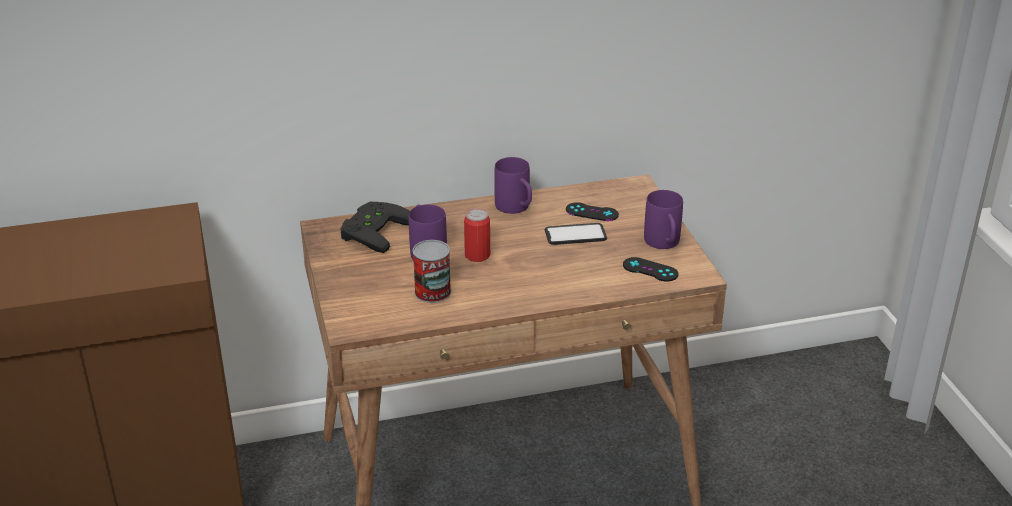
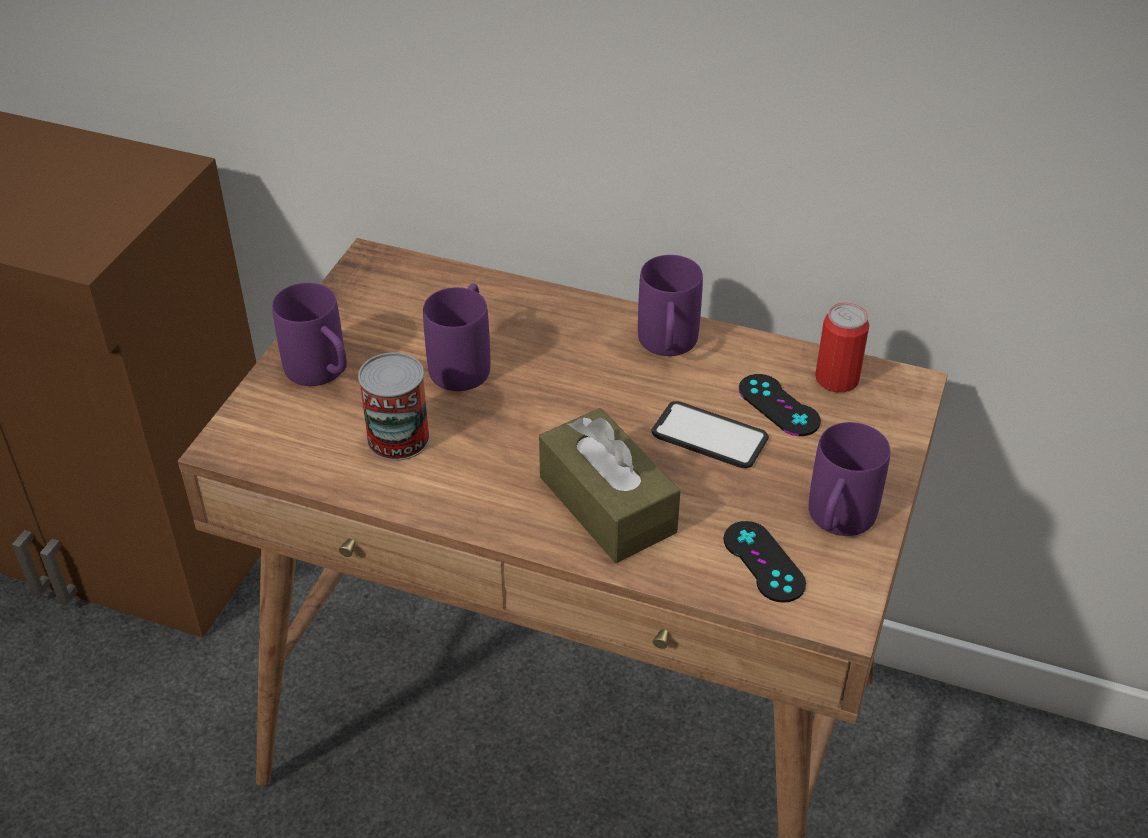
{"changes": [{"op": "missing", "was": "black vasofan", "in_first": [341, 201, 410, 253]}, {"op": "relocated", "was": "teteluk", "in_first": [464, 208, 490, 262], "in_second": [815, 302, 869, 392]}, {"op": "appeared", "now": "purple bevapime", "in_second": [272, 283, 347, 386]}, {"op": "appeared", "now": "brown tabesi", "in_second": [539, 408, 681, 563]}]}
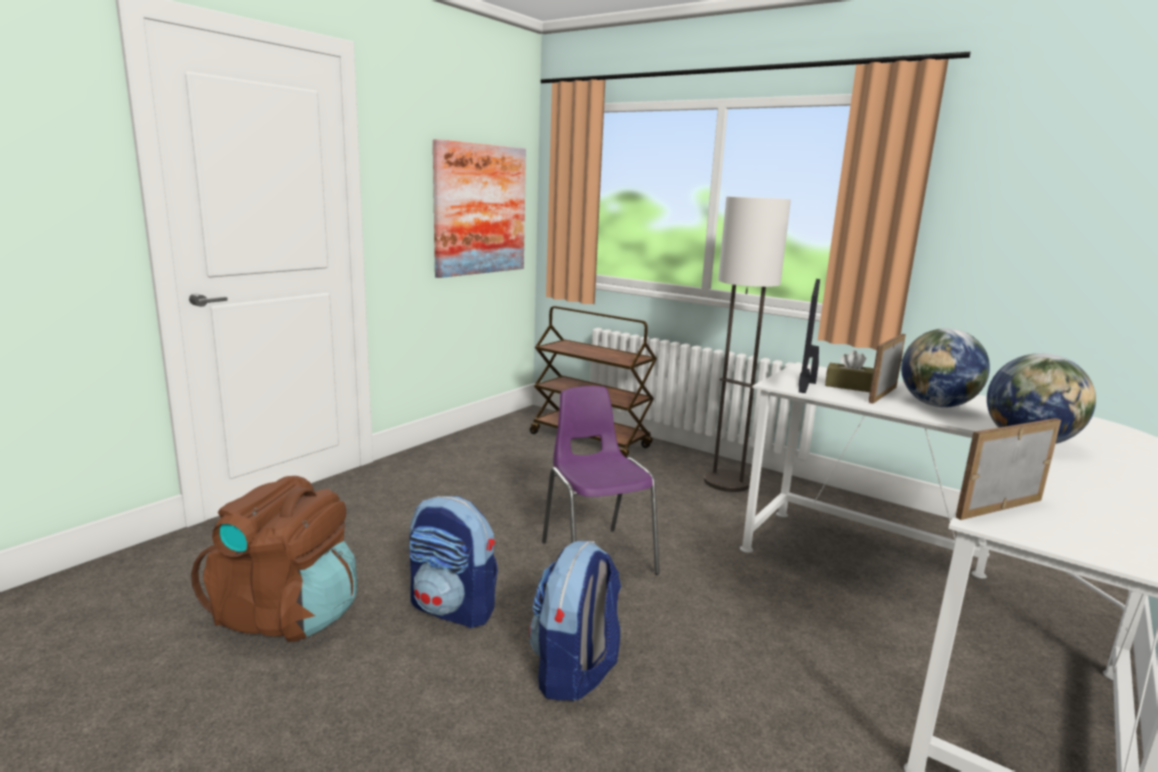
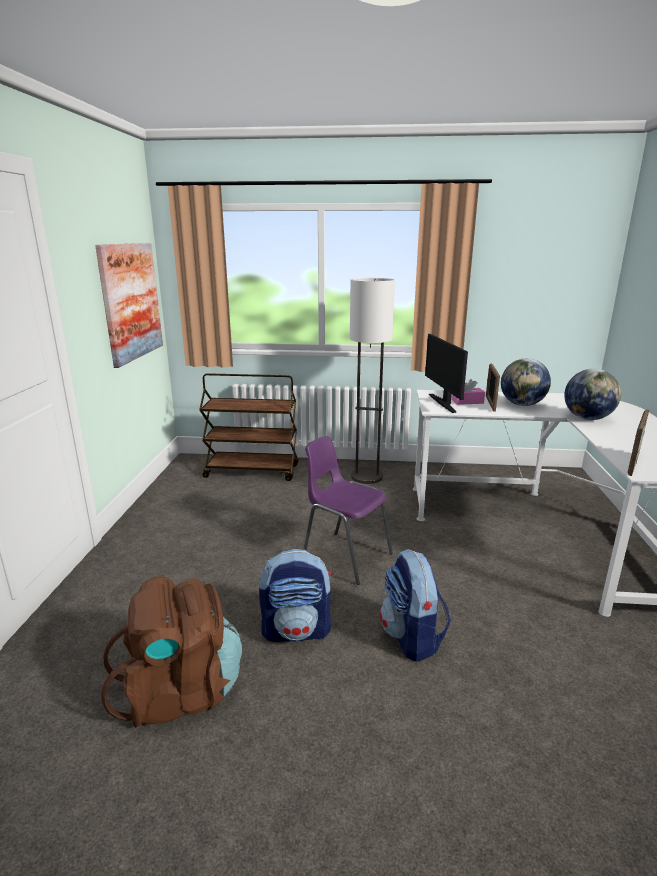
{"changes": [{"op": "colour", "was": "brown tabesi", "now": "pink tabesi", "in_first": [825, 350, 874, 392], "in_second": [452, 379, 485, 405]}]}
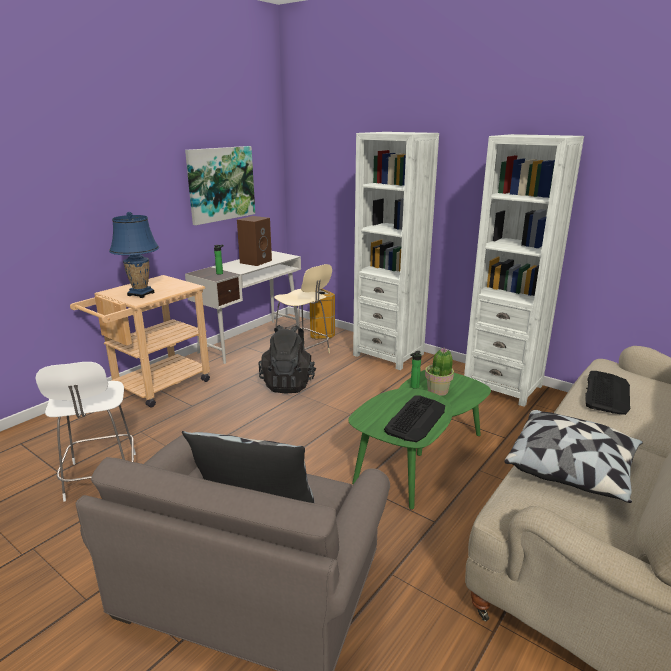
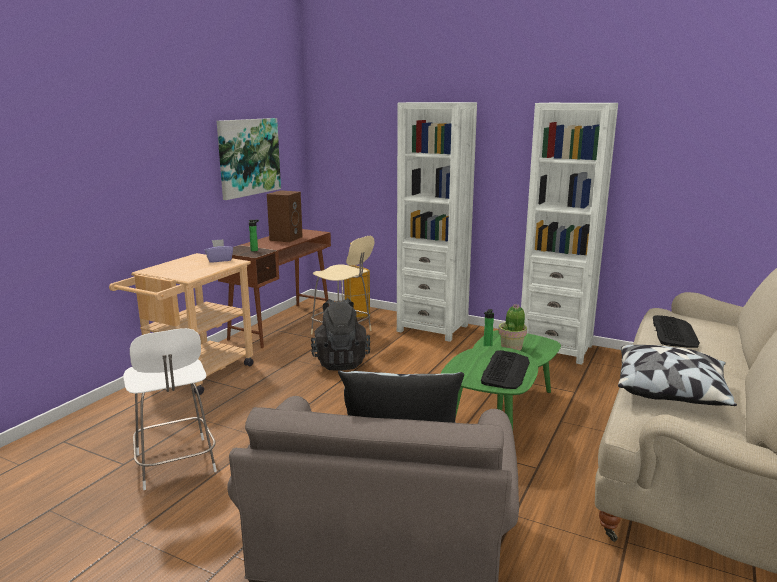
{"changes": [{"op": "missing", "was": "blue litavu", "in_first": [109, 212, 159, 298]}, {"op": "colour", "was": "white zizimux", "now": "brown zizimux", "in_first": [185, 251, 301, 364], "in_second": [218, 229, 331, 348]}, {"op": "appeared", "now": "purple tabesi", "in_second": [205, 239, 233, 263]}]}
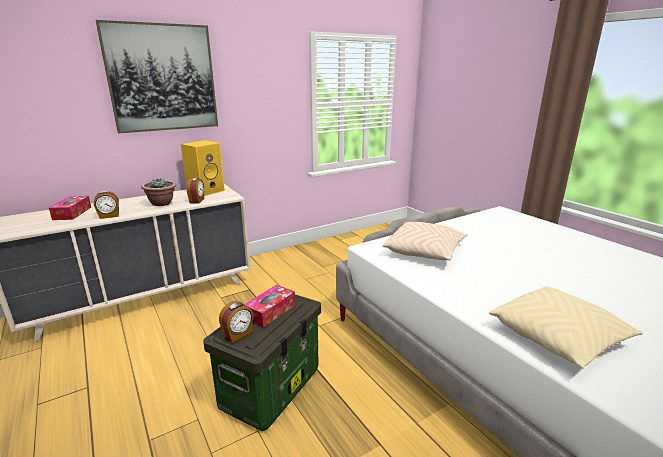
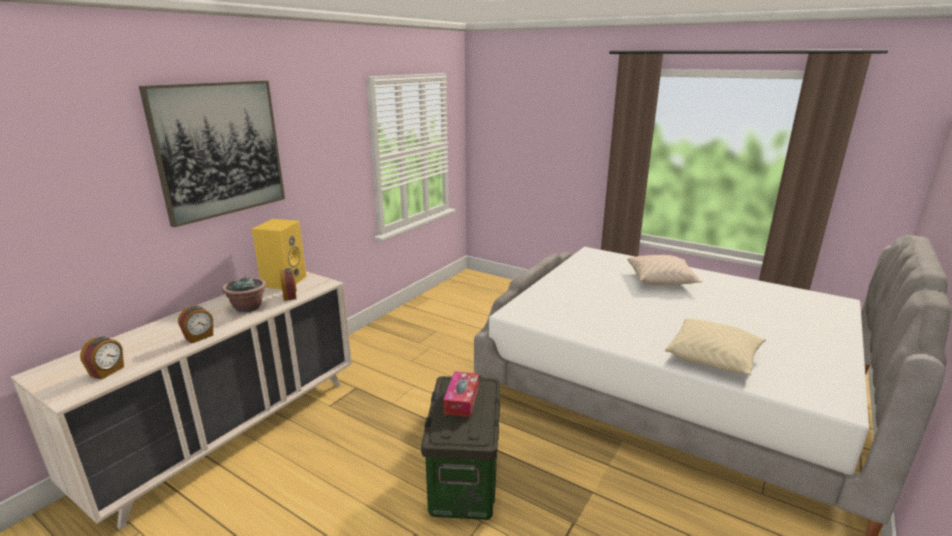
{"changes": [{"op": "missing", "was": "tabesi", "in_first": [49, 196, 91, 220]}, {"op": "relocated", "was": "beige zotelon", "in_first": [383, 222, 468, 261], "in_second": [627, 255, 702, 286]}, {"op": "relocated", "was": "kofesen", "in_first": [219, 301, 253, 343], "in_second": [80, 336, 124, 380]}]}
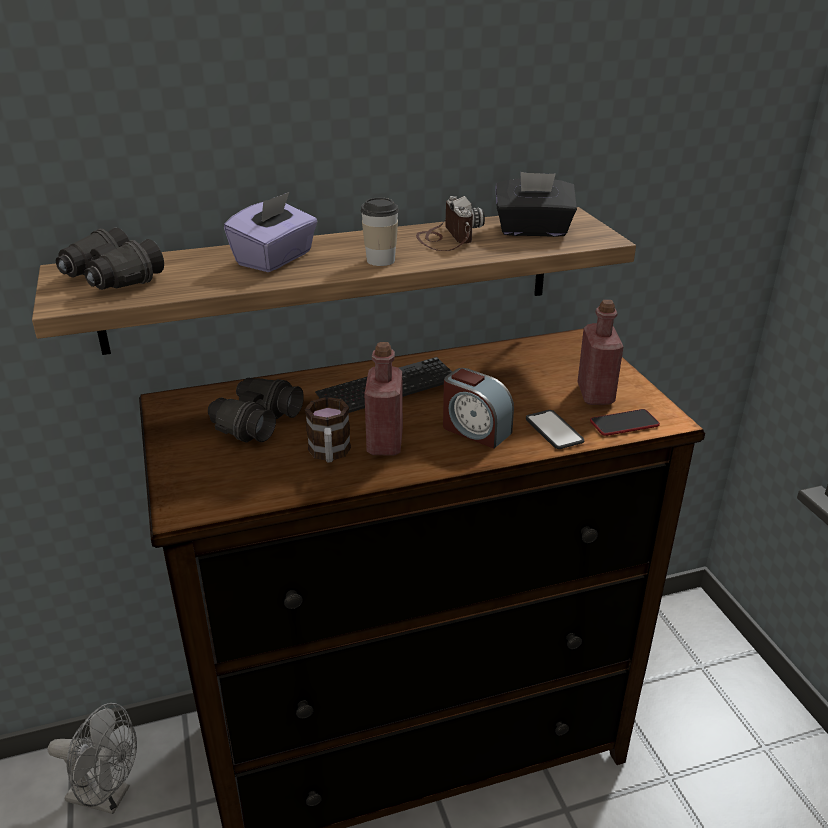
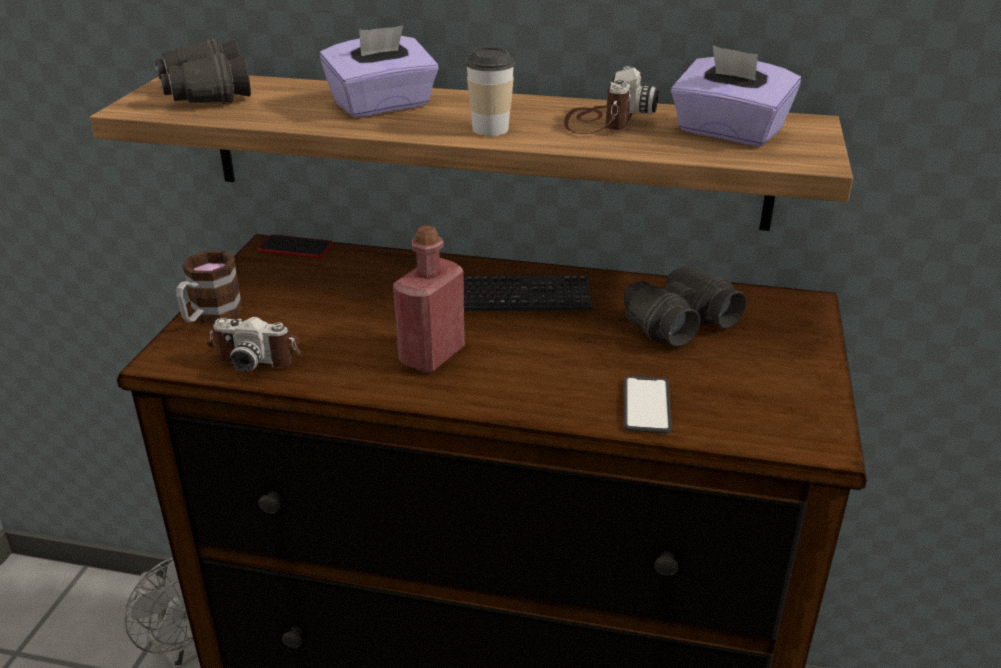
{"changes": [{"op": "colour", "was": "black tabesi", "now": "purple tabesi", "in_first": [495, 172, 577, 237], "in_second": [671, 45, 801, 146]}, {"op": "missing", "was": "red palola", "in_first": [577, 300, 624, 405]}, {"op": "missing", "was": "kofesen", "in_first": [443, 368, 514, 449]}, {"op": "relocated", "was": "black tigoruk", "in_first": [208, 378, 304, 443], "in_second": [624, 266, 746, 347]}, {"op": "relocated", "was": "bevapime", "in_first": [305, 397, 351, 463], "in_second": [176, 251, 243, 323]}, {"op": "relocated", "was": "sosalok", "in_first": [590, 409, 660, 436], "in_second": [258, 234, 333, 258]}, {"op": "appeared", "now": "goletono", "in_second": [207, 317, 303, 372]}]}
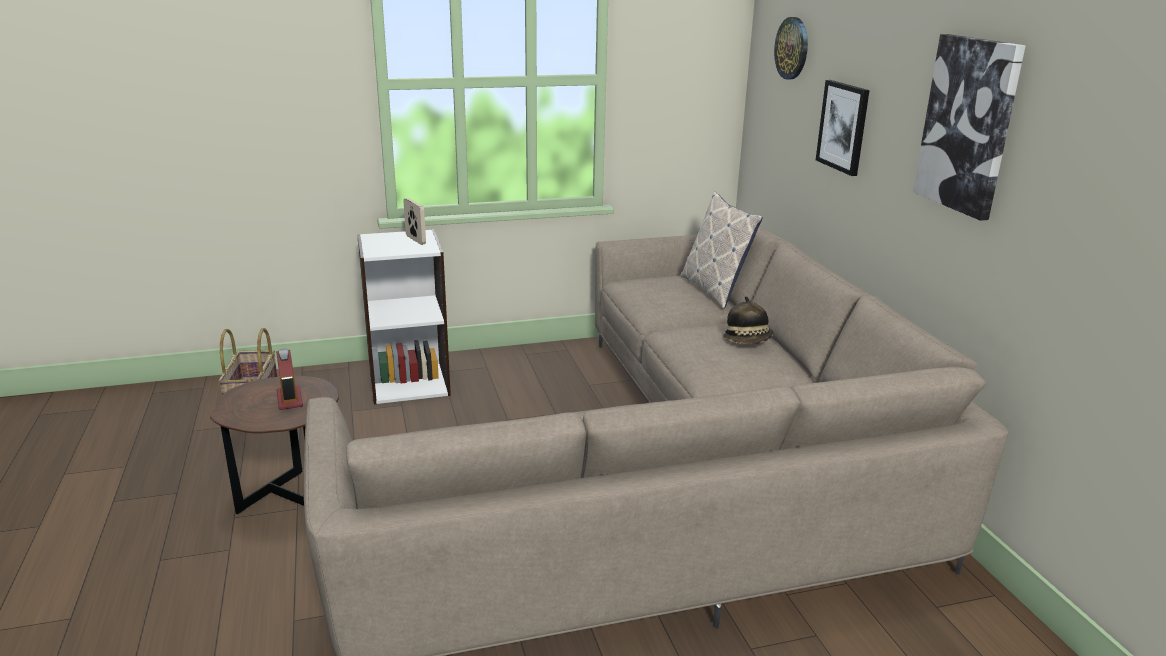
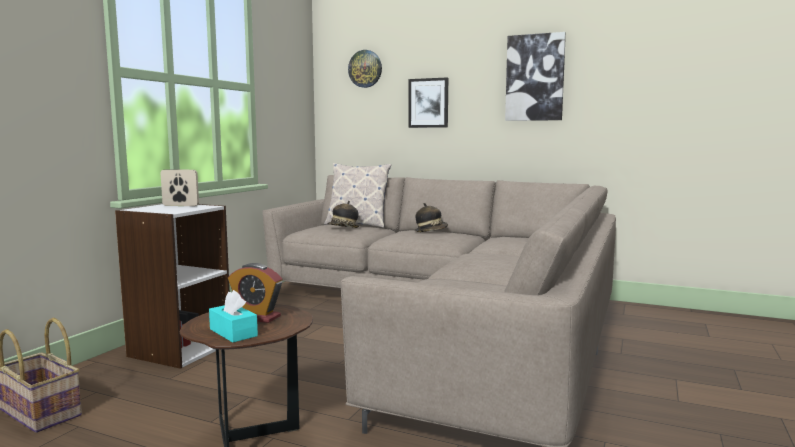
{"changes": [{"op": "appeared", "now": "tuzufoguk", "in_second": [327, 201, 359, 228]}, {"op": "appeared", "now": "turquoise tabesi", "in_second": [209, 290, 258, 342]}]}
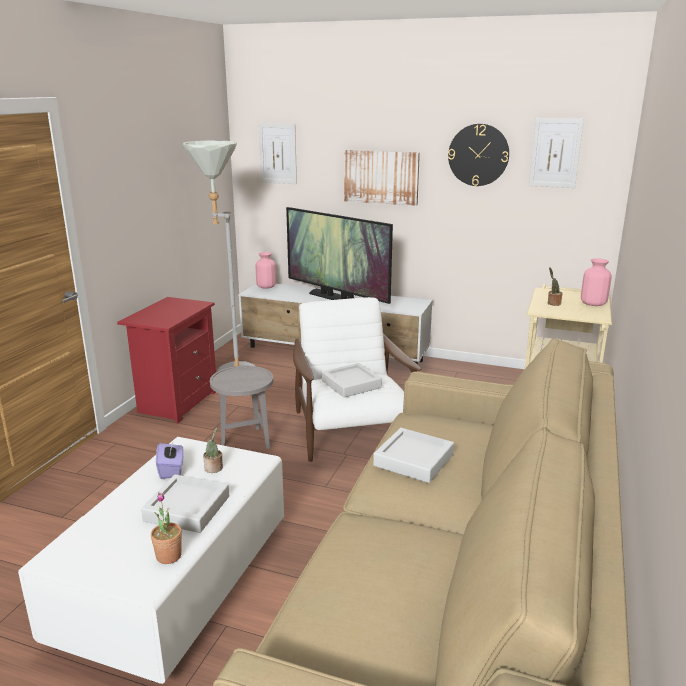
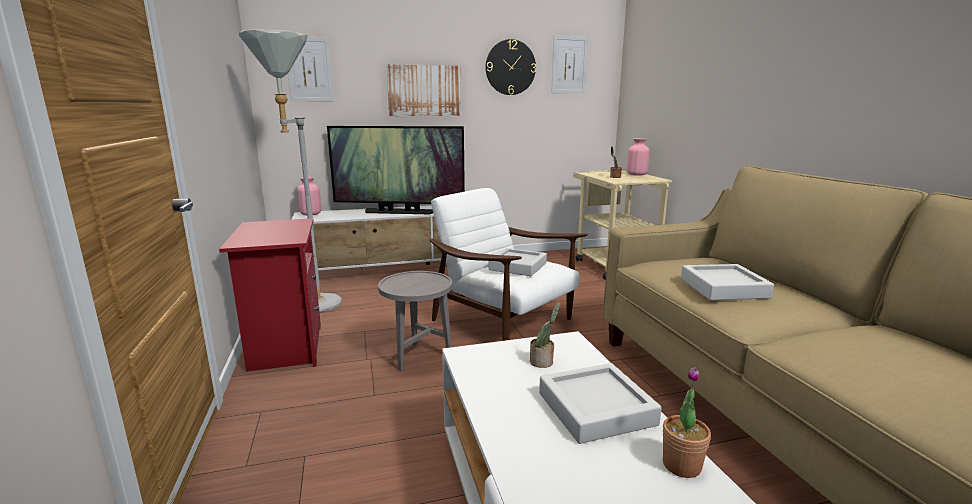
{"changes": [{"op": "missing", "was": "purple tabesi", "in_first": [156, 443, 184, 479]}]}
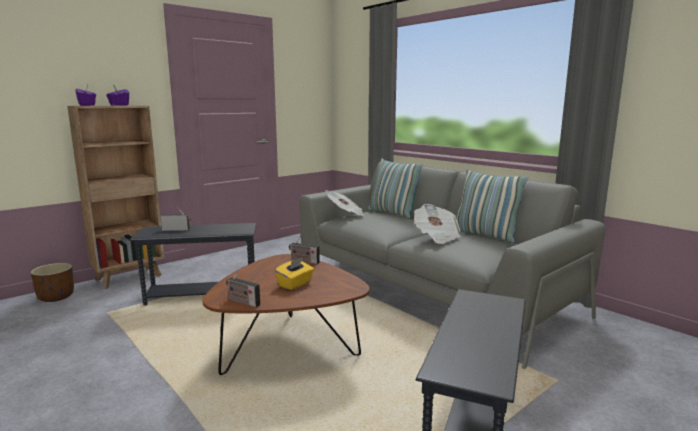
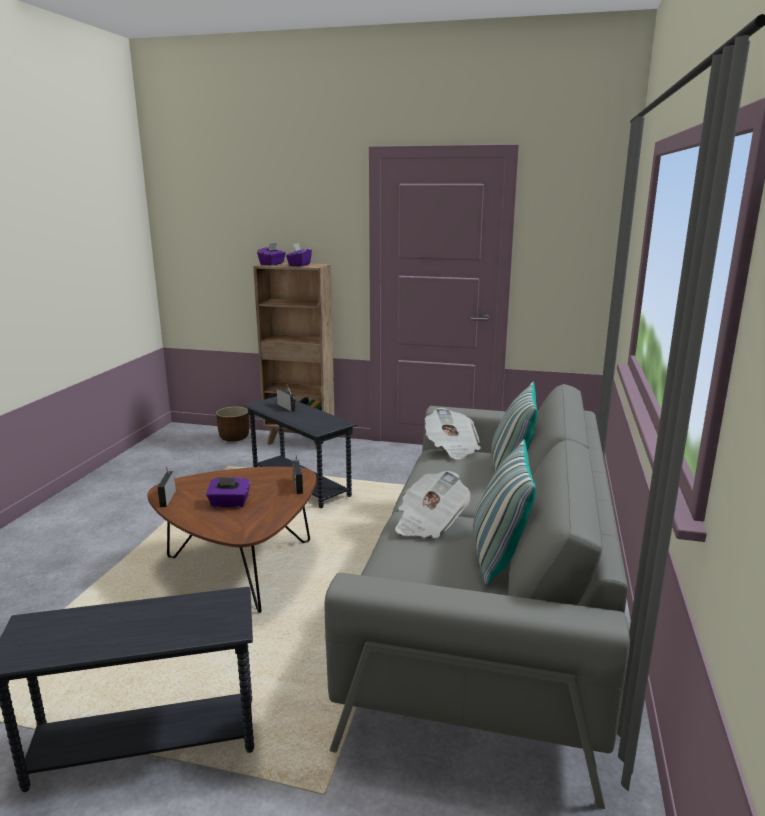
{"changes": [{"op": "colour", "was": "yellow tabesi", "now": "purple tabesi", "in_first": [275, 257, 314, 290], "in_second": [206, 477, 250, 507]}]}
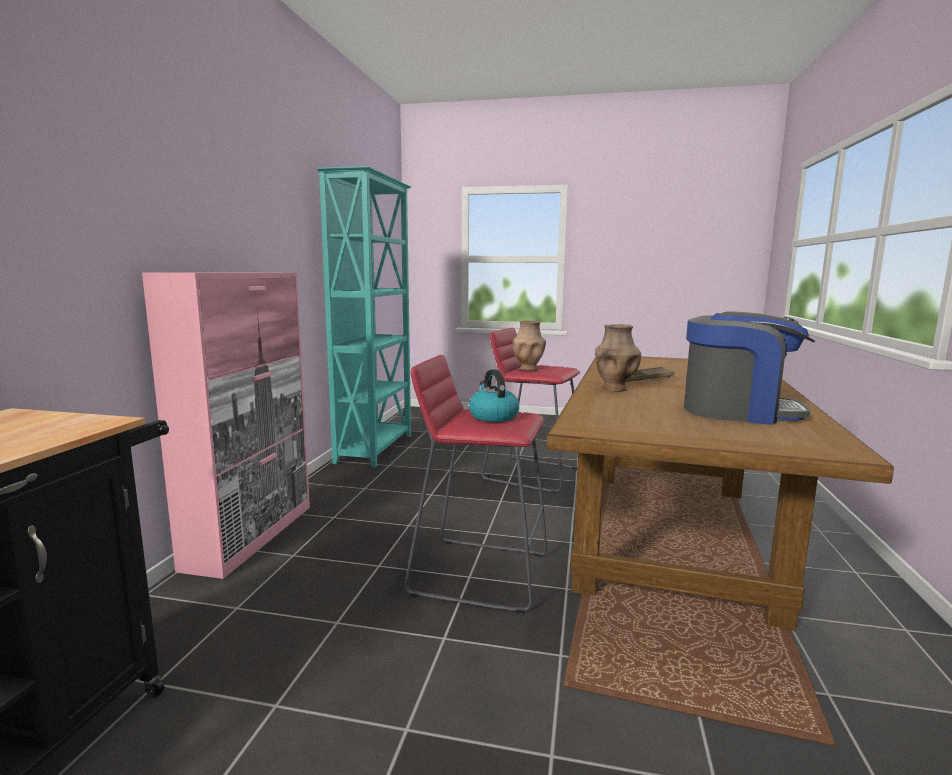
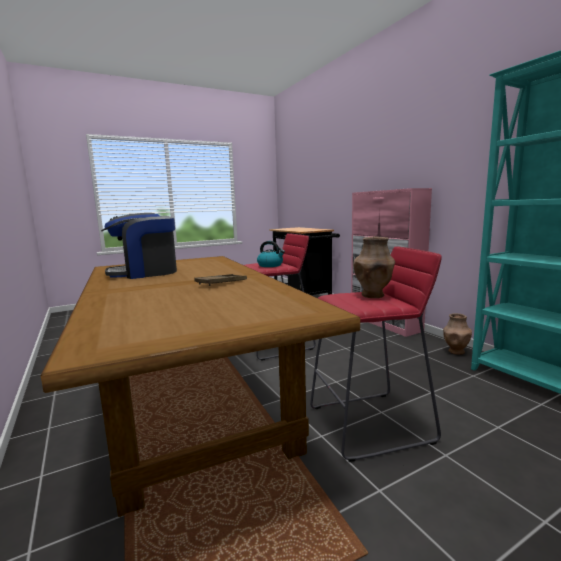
{"changes": [{"op": "relocated", "was": "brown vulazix", "in_first": [595, 324, 641, 392], "in_second": [443, 313, 472, 355]}]}
